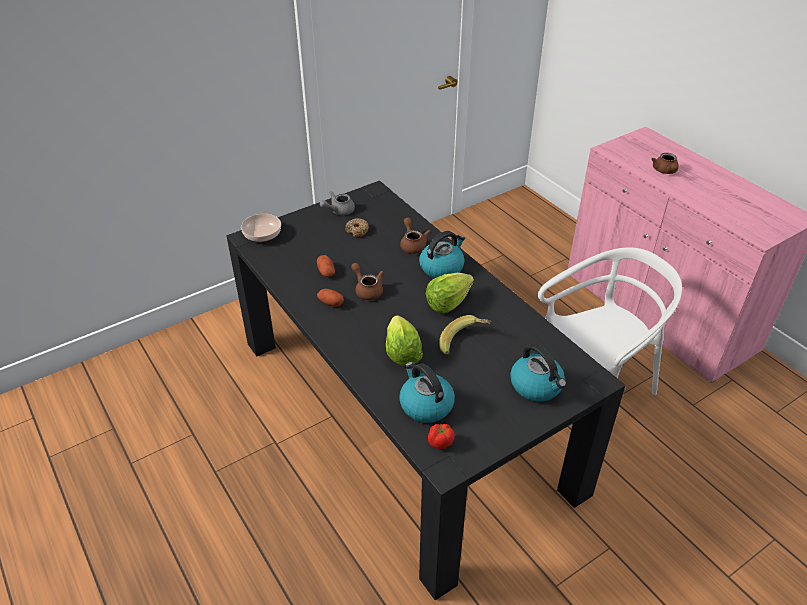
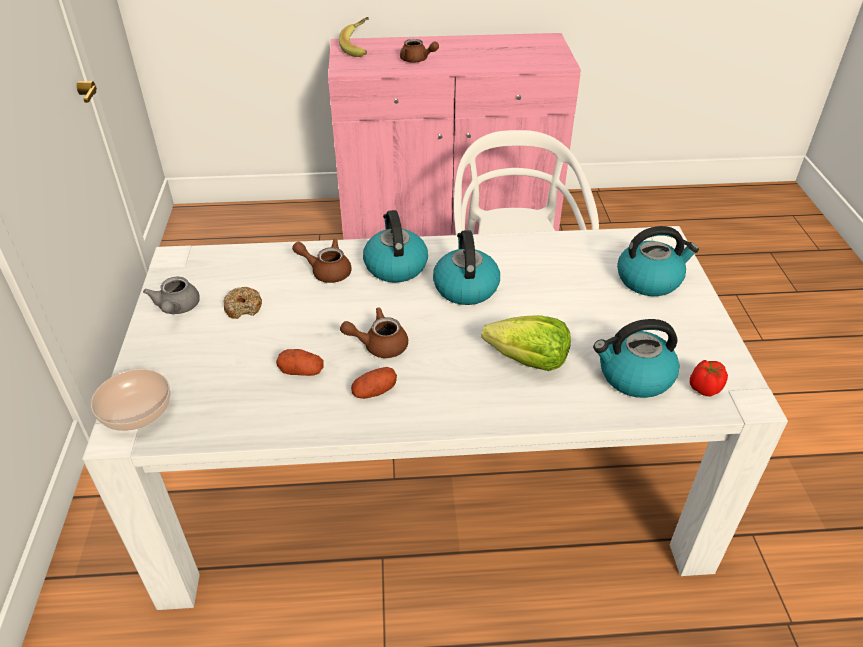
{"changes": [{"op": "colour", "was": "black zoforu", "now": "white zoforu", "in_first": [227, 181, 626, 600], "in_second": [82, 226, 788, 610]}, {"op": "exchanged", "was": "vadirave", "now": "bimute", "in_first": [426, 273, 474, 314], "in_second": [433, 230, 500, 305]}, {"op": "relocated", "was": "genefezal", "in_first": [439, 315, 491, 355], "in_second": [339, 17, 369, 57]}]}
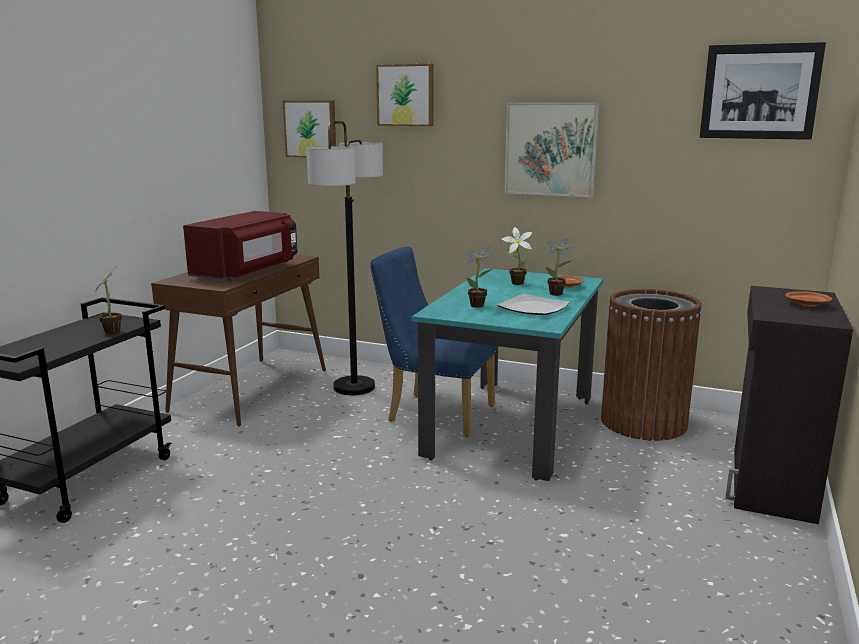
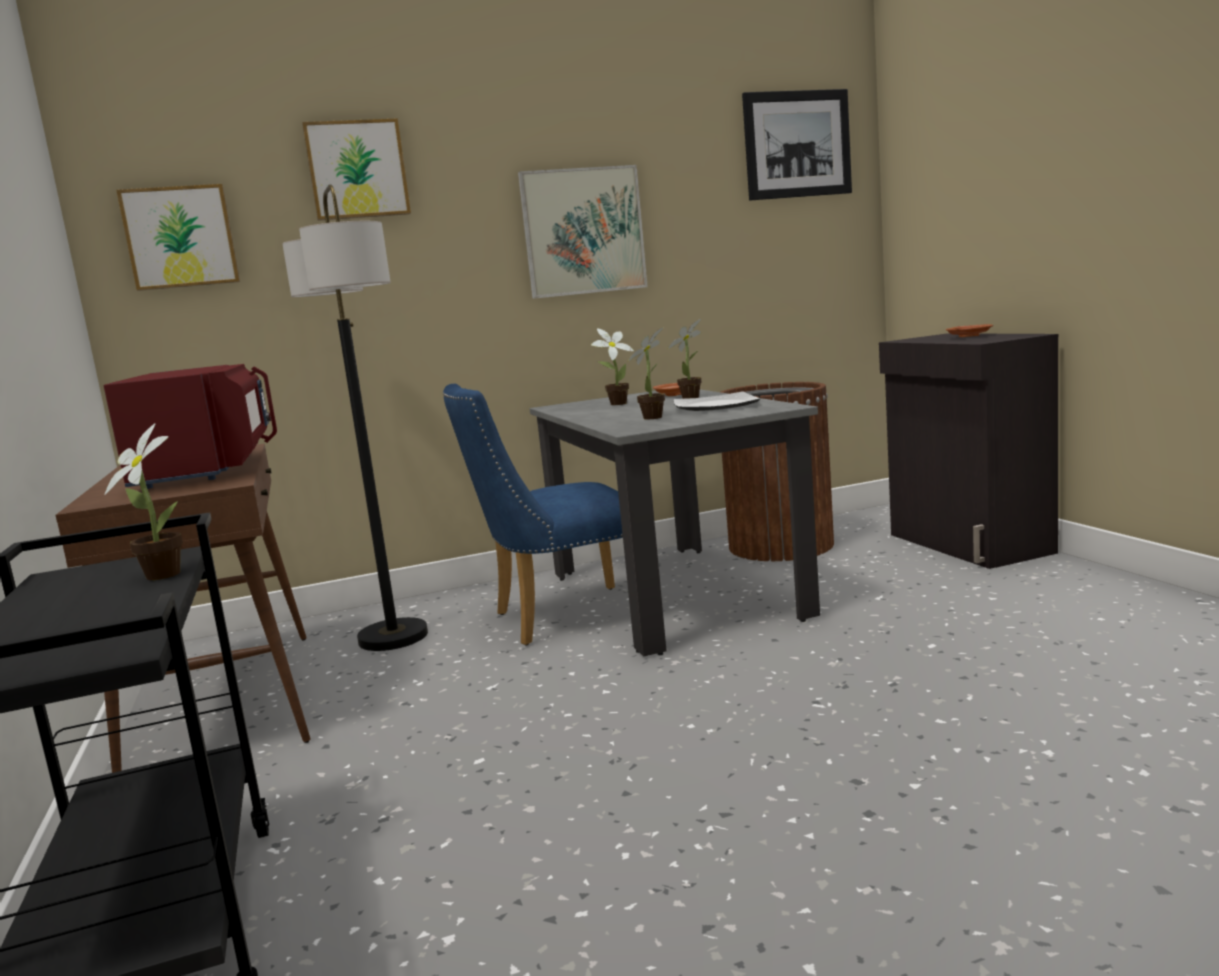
{"changes": [{"op": "colour", "was": "turquoise zoforu", "now": "grey zoforu", "in_first": [412, 268, 603, 481], "in_second": [530, 389, 820, 657]}]}
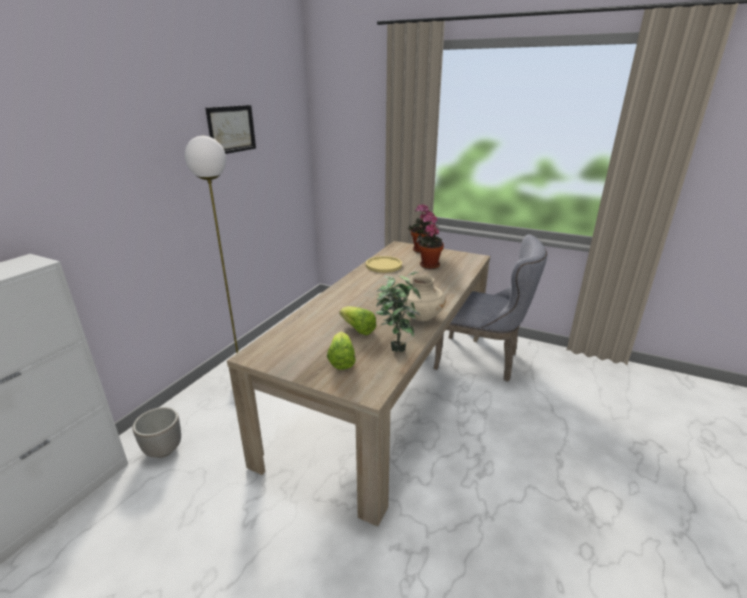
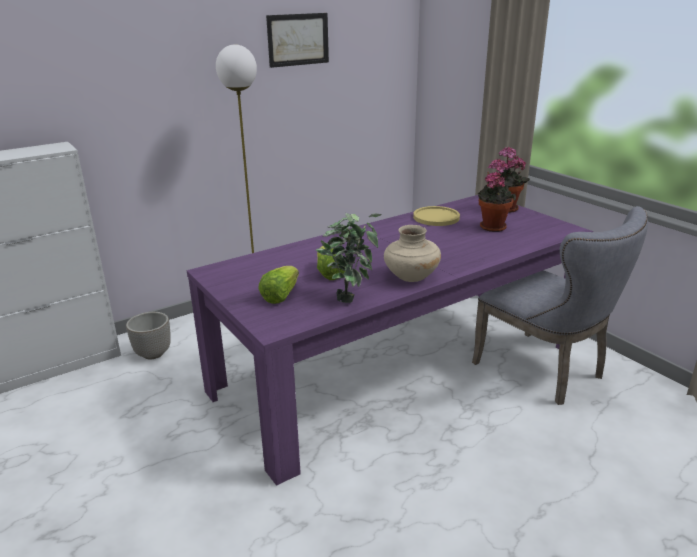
{"changes": [{"op": "colour", "was": "beige zoforu", "now": "purple zoforu", "in_first": [227, 241, 490, 527], "in_second": [187, 195, 593, 486]}]}
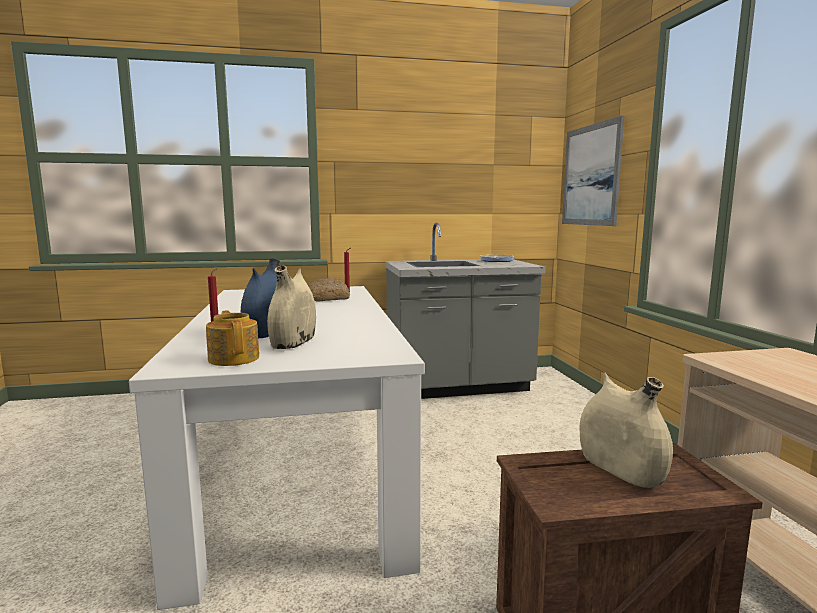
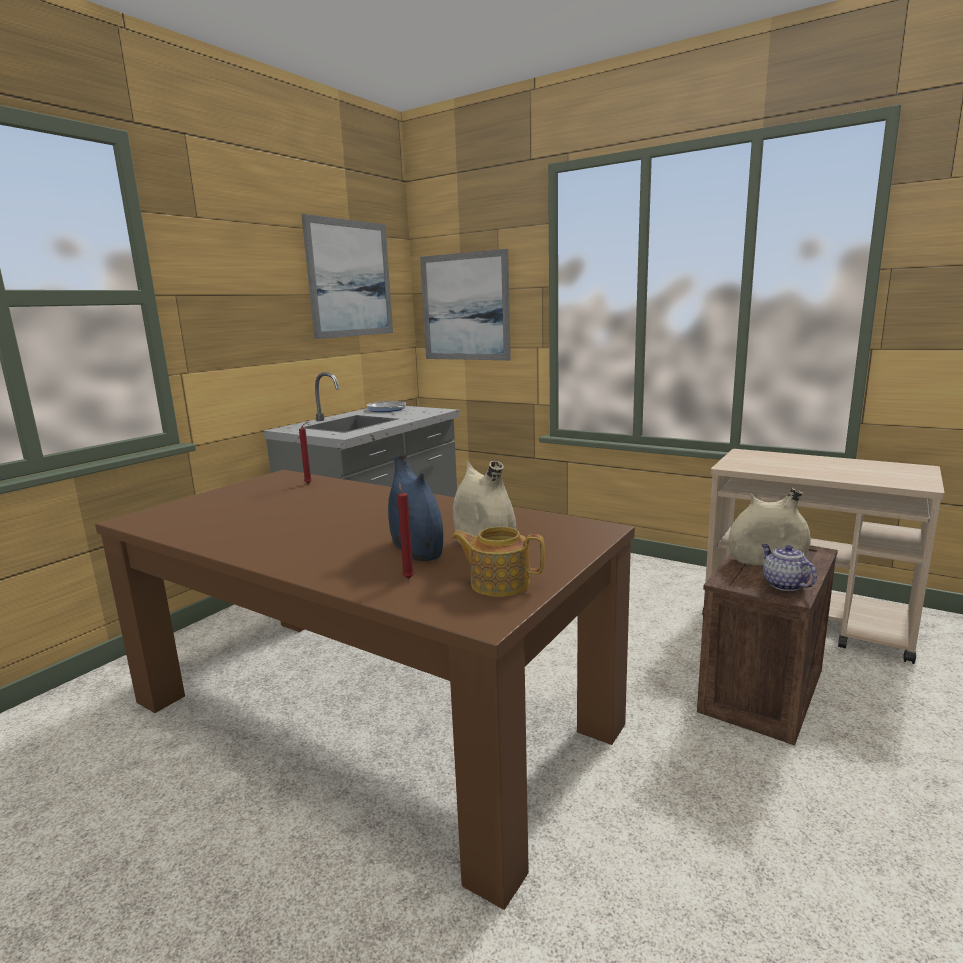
{"changes": [{"op": "missing", "was": "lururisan", "in_first": [308, 278, 350, 302]}, {"op": "colour", "was": "white zoforu", "now": "brown zoforu", "in_first": [129, 286, 425, 610], "in_second": [95, 470, 635, 910]}, {"op": "appeared", "now": "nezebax", "in_second": [301, 214, 393, 339]}, {"op": "appeared", "now": "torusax", "in_second": [762, 544, 817, 591]}]}
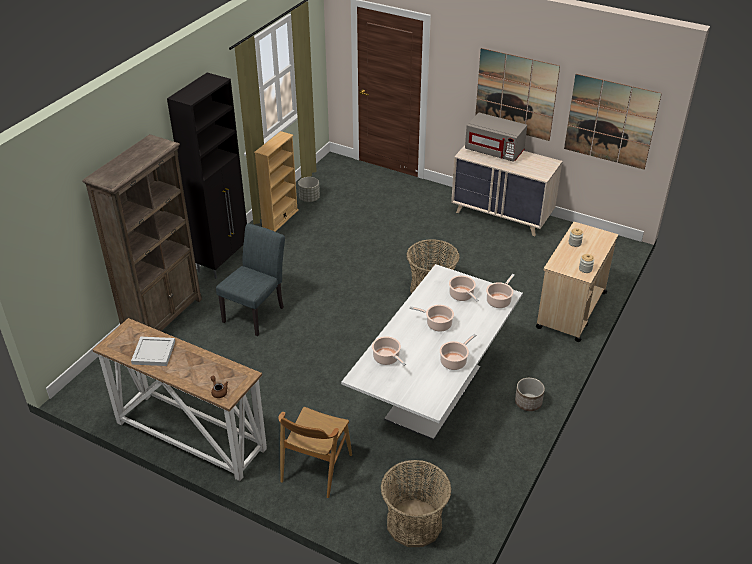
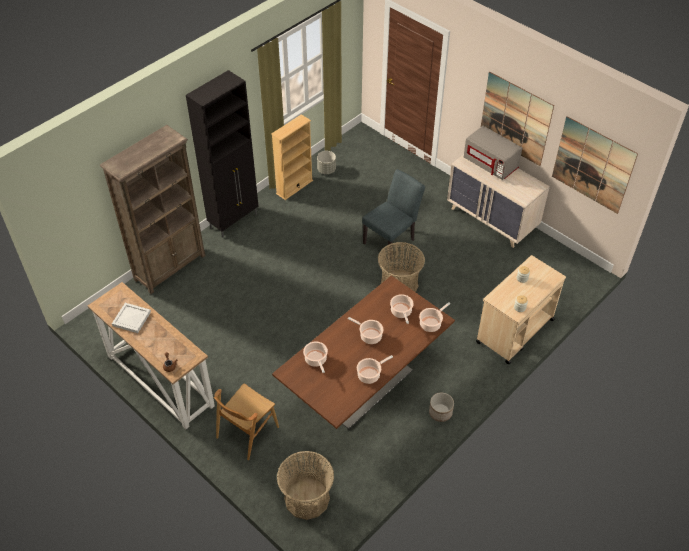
{"changes": [{"op": "relocated", "was": "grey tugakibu", "in_first": [216, 223, 285, 336], "in_second": [362, 169, 425, 261]}, {"op": "colour", "was": "white zoforu", "now": "brown zoforu", "in_first": [341, 264, 523, 440], "in_second": [272, 276, 455, 430]}]}
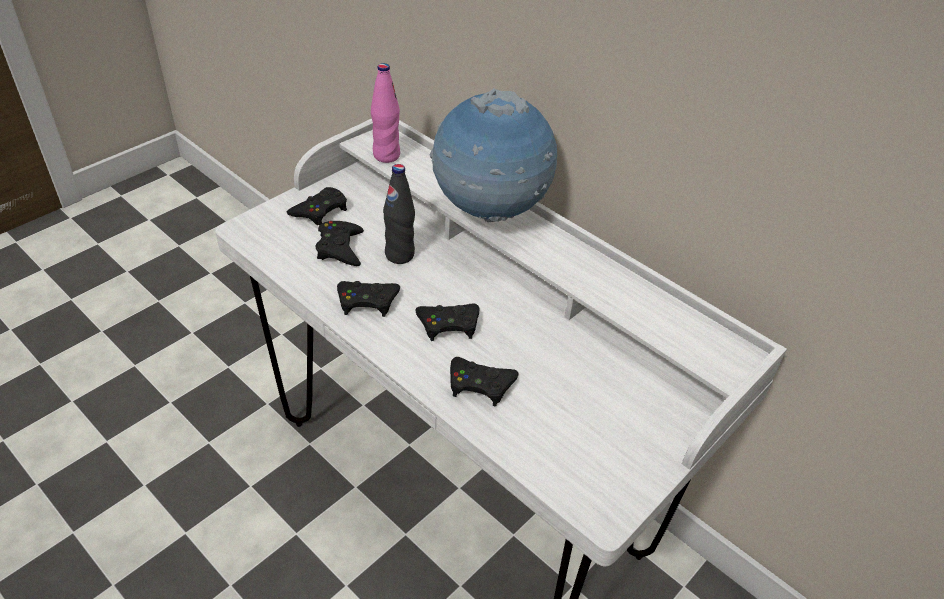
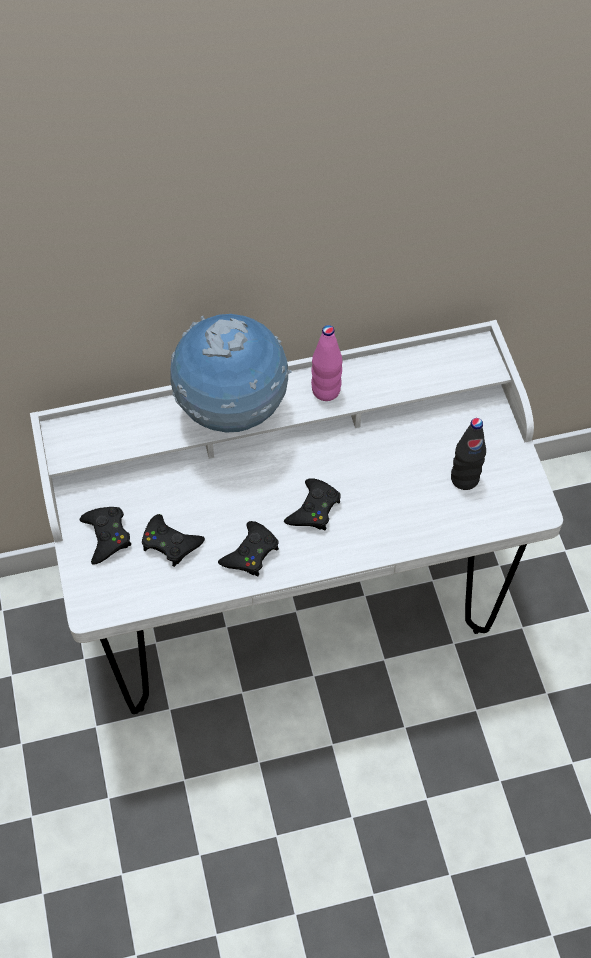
{"changes": [{"op": "relocated", "was": "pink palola", "in_first": [371, 63, 400, 163], "in_second": [311, 325, 342, 401]}, {"op": "relocated", "was": "black palola", "in_first": [383, 164, 415, 264], "in_second": [451, 418, 486, 490]}, {"op": "missing", "was": "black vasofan", "in_first": [450, 357, 519, 406]}]}
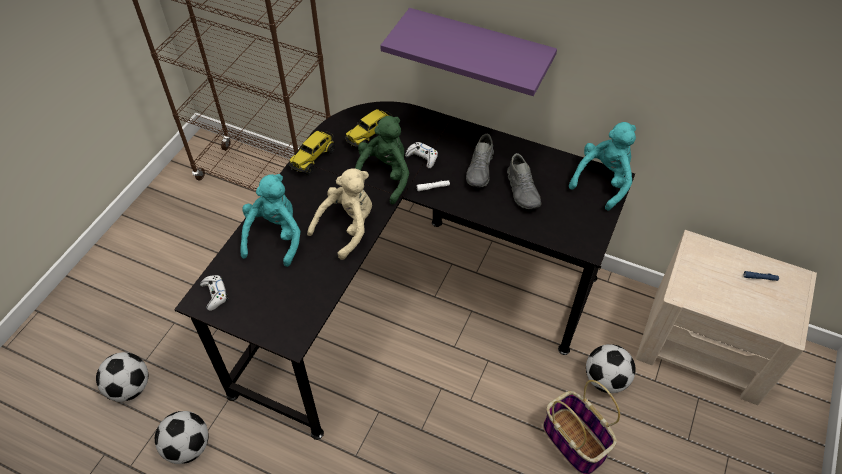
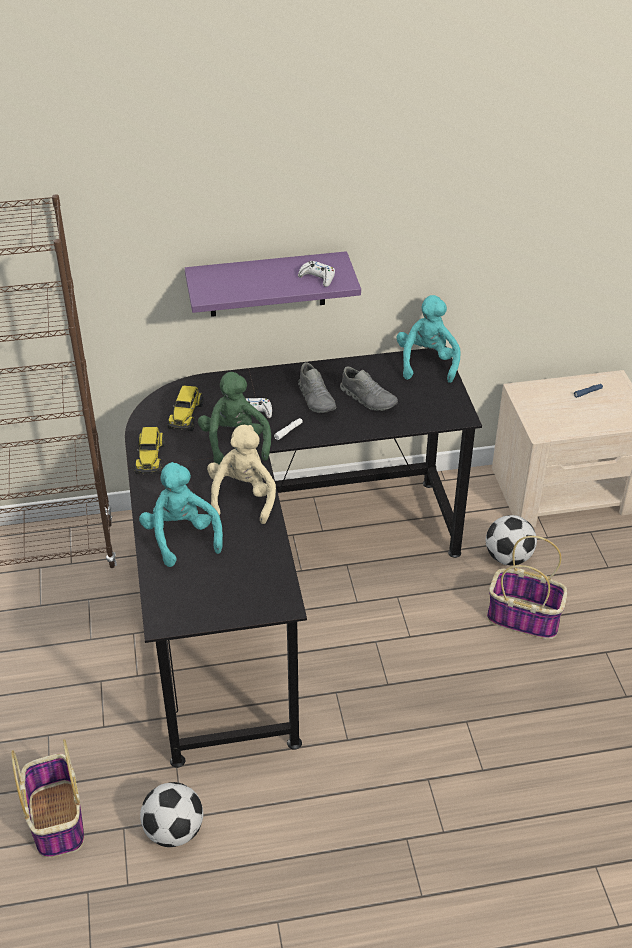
{"changes": [{"op": "relocated", "was": "white vasofan", "in_first": [200, 275, 228, 311], "in_second": [298, 261, 335, 287]}, {"op": "exchanged", "was": "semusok", "now": "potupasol", "in_first": [96, 352, 148, 402], "in_second": [11, 739, 84, 858]}]}
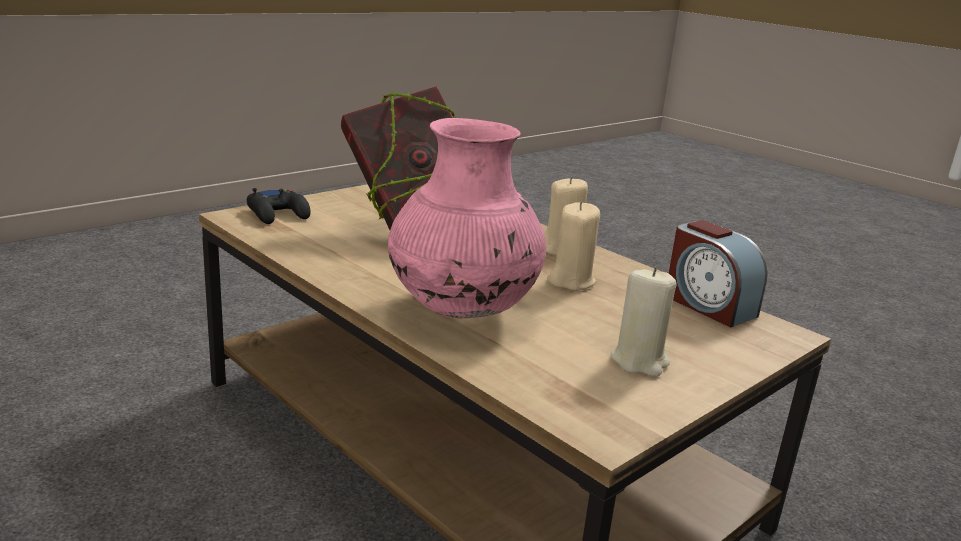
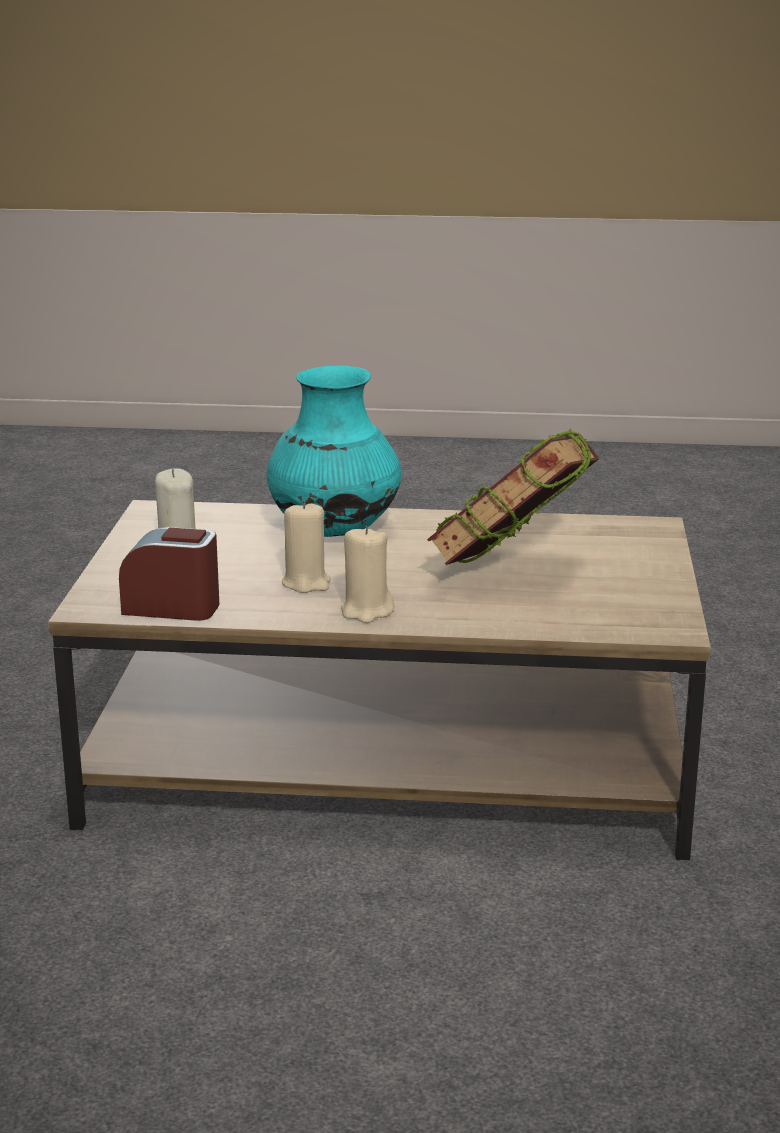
{"changes": [{"op": "colour", "was": "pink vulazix", "now": "turquoise vulazix", "in_first": [388, 118, 546, 318], "in_second": [266, 366, 401, 537]}, {"op": "missing", "was": "black vasofan", "in_first": [247, 188, 311, 224]}]}
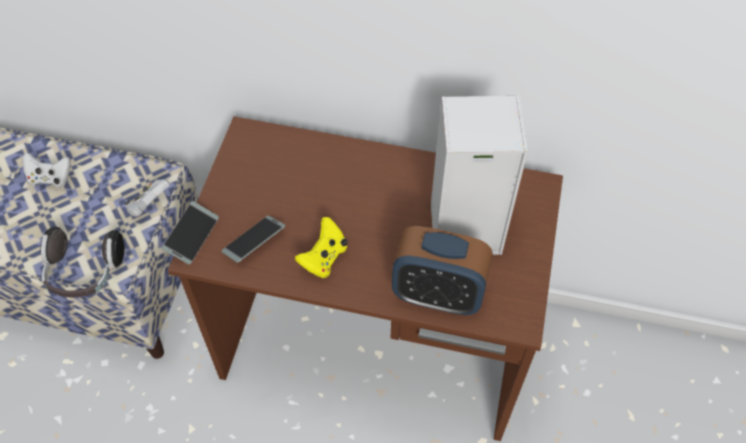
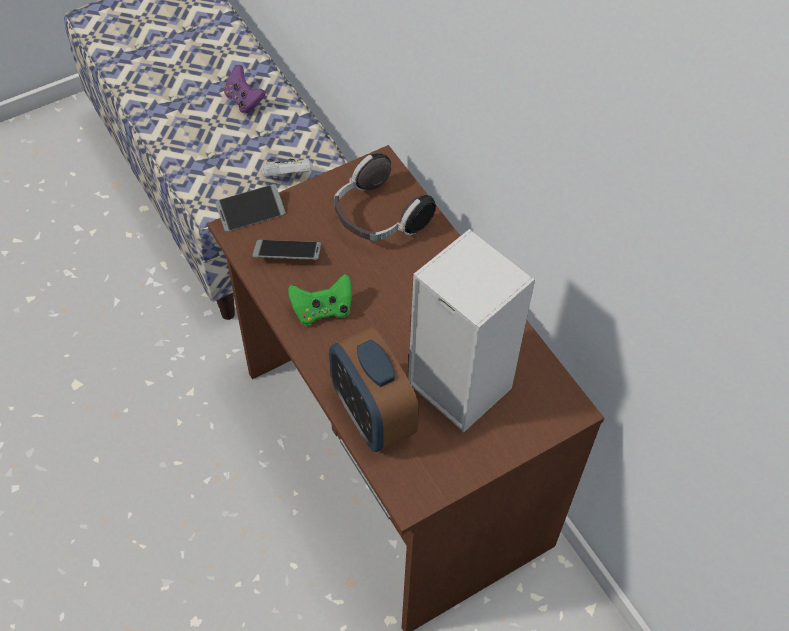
{"changes": [{"op": "colour", "was": "white vasofan", "now": "purple vasofan", "in_first": [23, 152, 71, 188], "in_second": [224, 65, 266, 114]}, {"op": "colour", "was": "yellow vasofan", "now": "green vasofan", "in_first": [295, 217, 348, 278], "in_second": [288, 274, 352, 325]}, {"op": "relocated", "was": "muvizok", "in_first": [40, 227, 124, 298], "in_second": [334, 153, 436, 241]}]}
